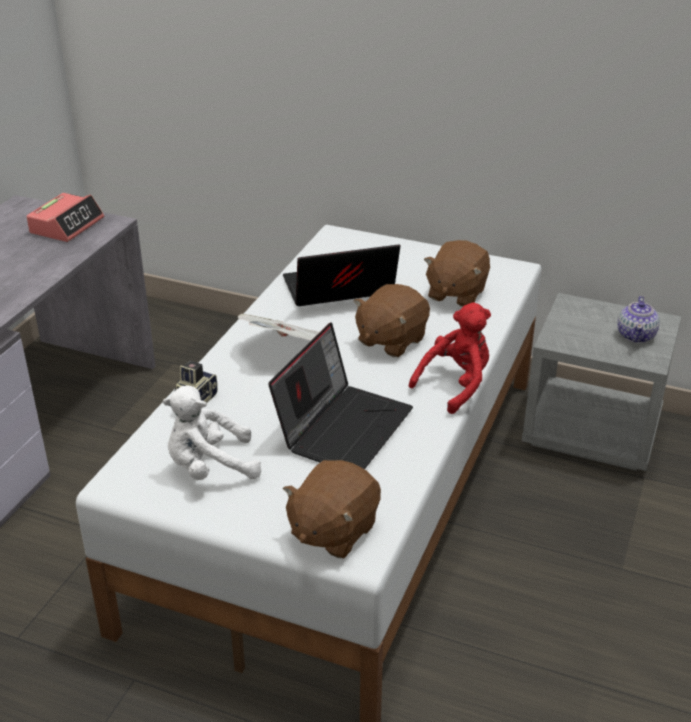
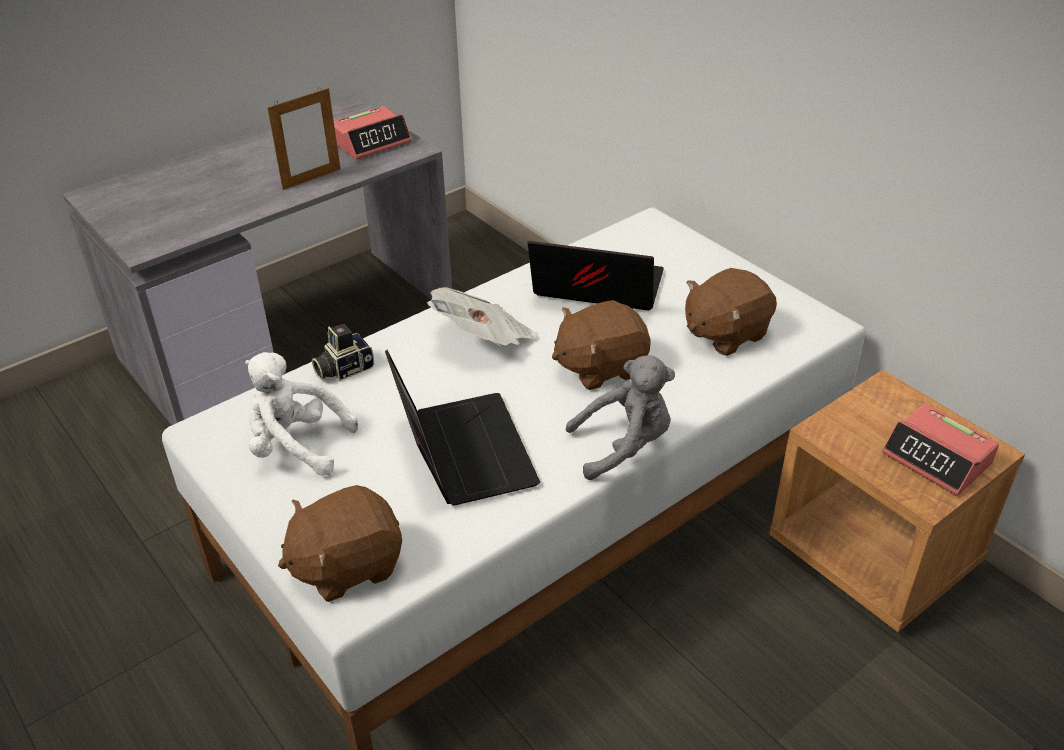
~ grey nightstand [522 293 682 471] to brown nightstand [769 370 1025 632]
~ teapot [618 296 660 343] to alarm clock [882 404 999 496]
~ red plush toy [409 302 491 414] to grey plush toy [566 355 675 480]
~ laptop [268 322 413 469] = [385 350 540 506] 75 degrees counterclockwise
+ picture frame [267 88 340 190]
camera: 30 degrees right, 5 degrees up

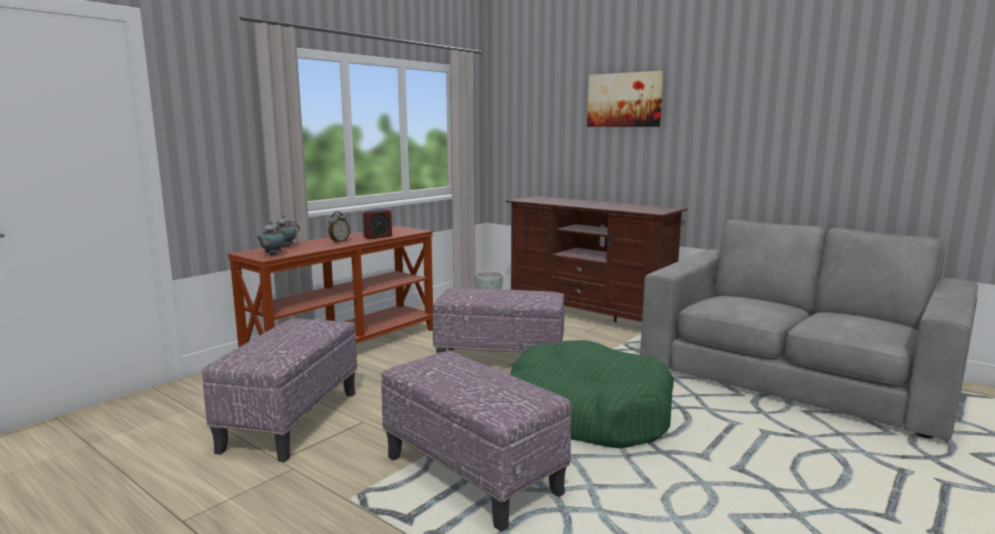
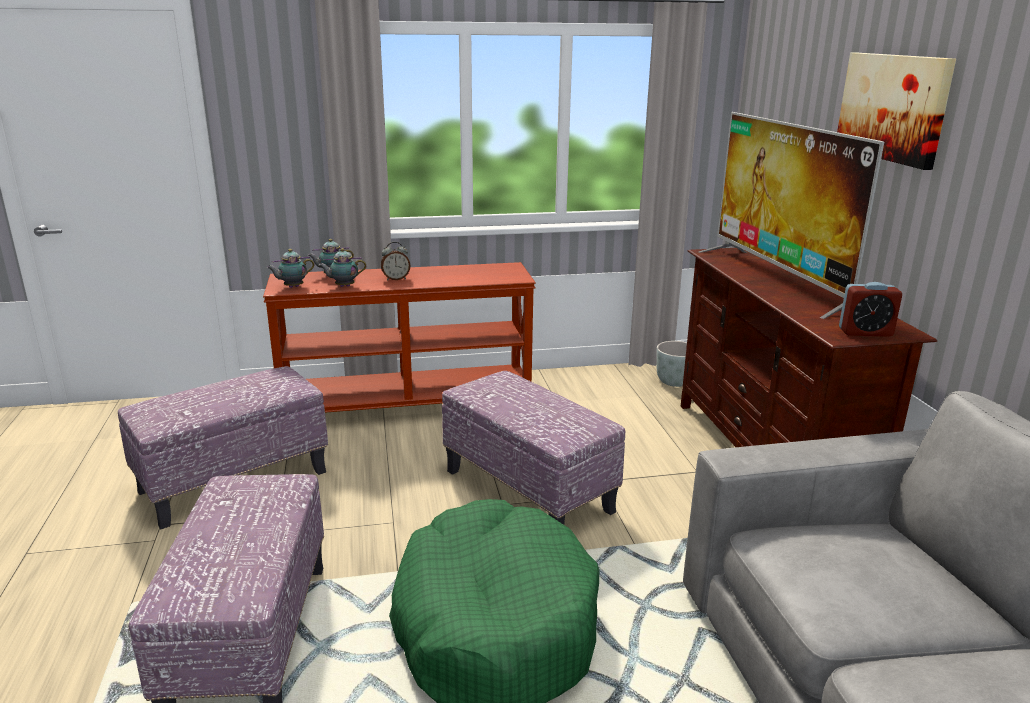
~ alarm clock [362 207 392 239] to [839 282 902 337]
+ television [699 112 884 319]
+ teapot [319 248 366 287]
camera: 40 degrees right, 10 degrees up

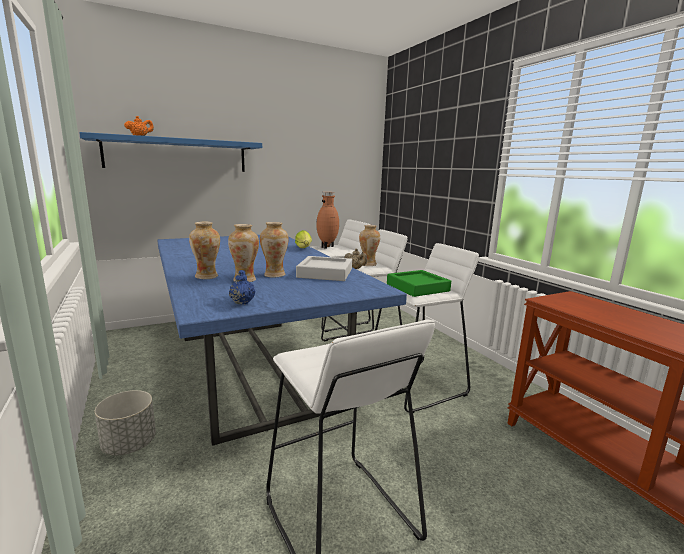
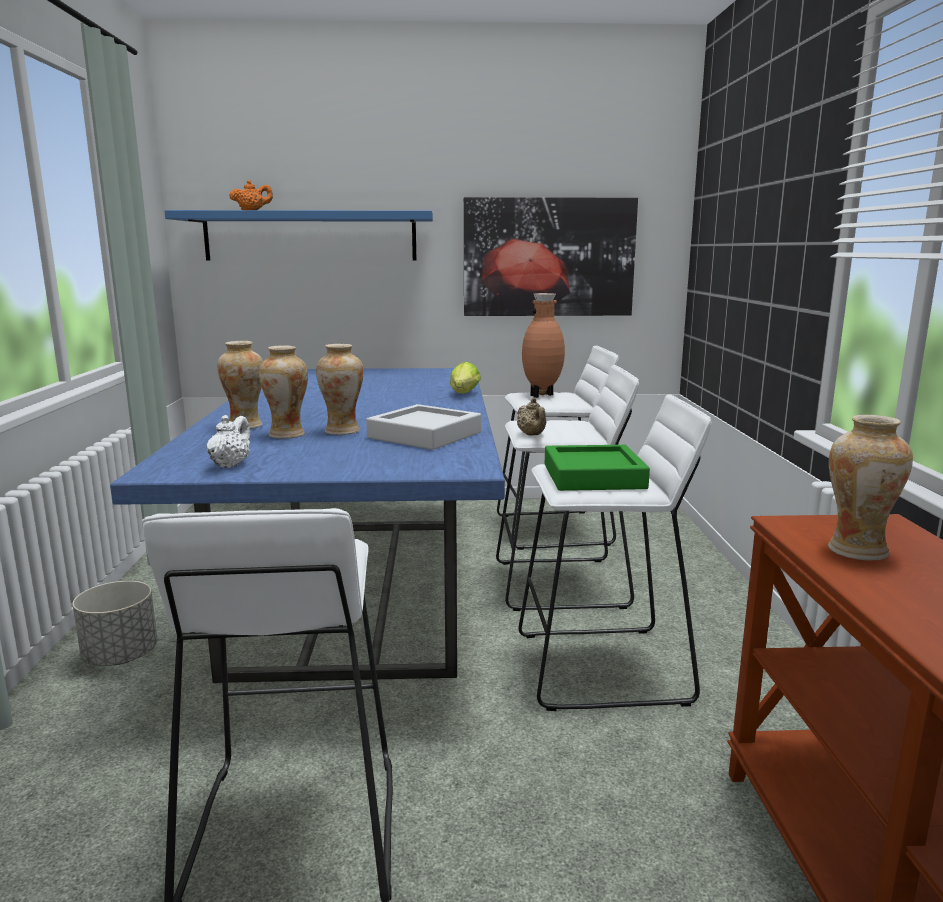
~ vase [359 225 380 266] to [828 415 913 561]
~ blue teapot [229 270 255 305] to white teapot [207 415 250 468]
+ picture [464 197 638 316]
camera: 25 degrees right, 0 degrees up

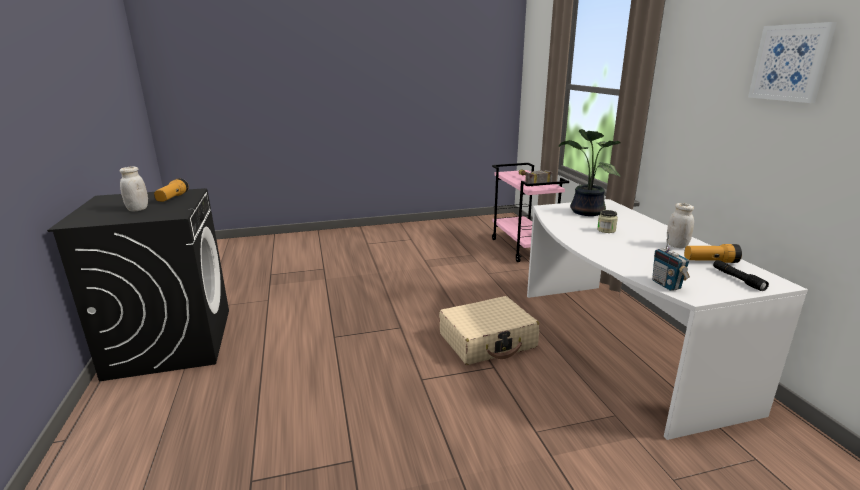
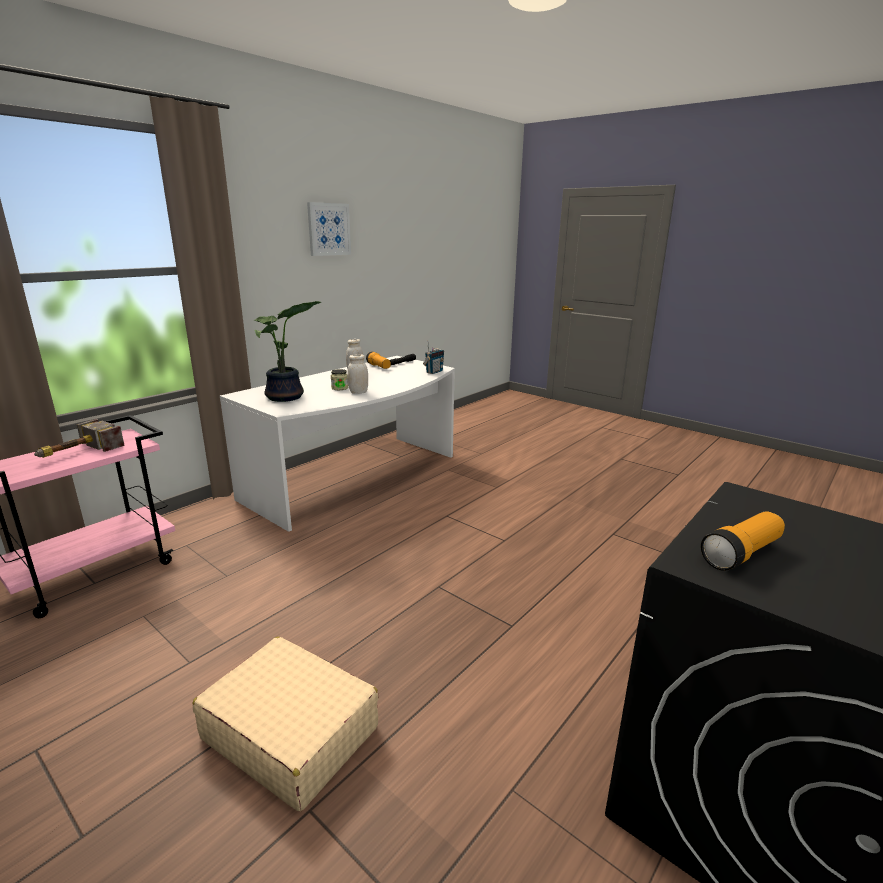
~ white jar [120 166 148 211] to [347 354 368 394]
~ beige suitcase [439 296 539 365] to [192 636 379 811]
camera: 125 degrees left, 0 degrees up

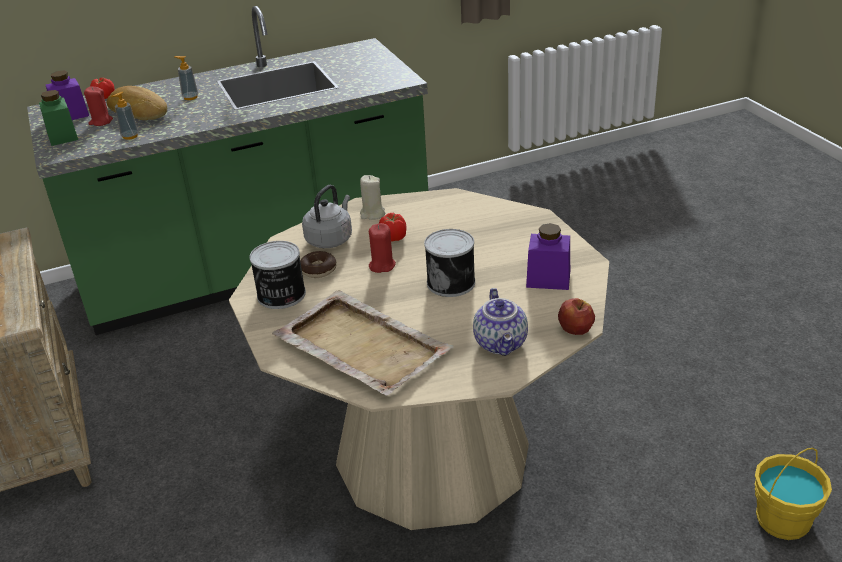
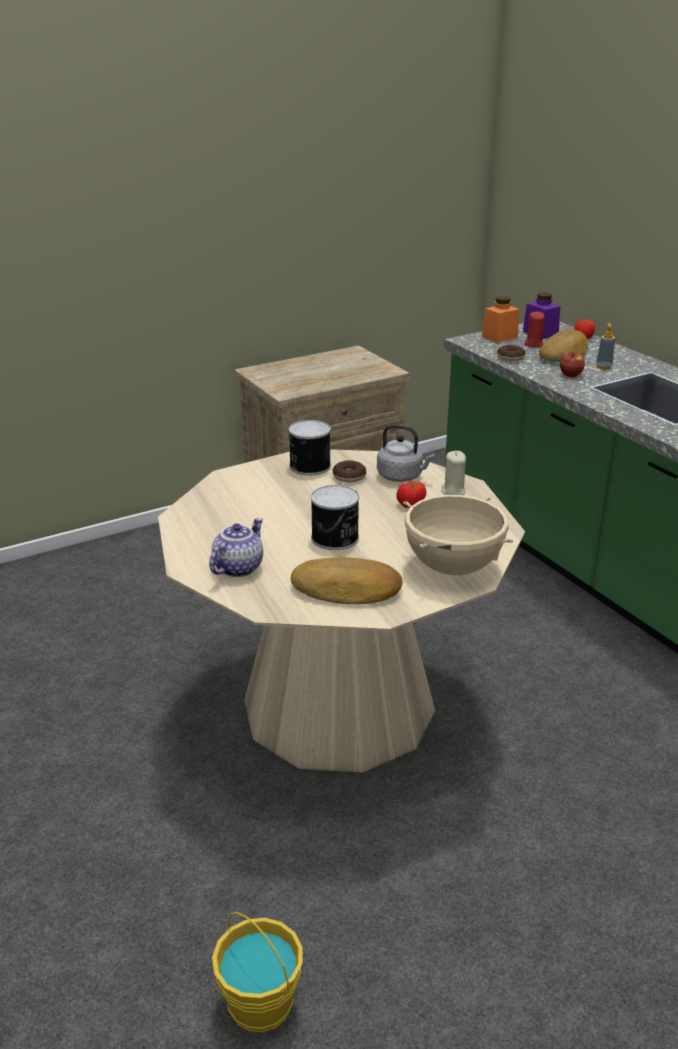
~ green jar [39 90 78 146] to orange jar [482 296 519 343]
~ soap dispenser [111 92 139 140] to donut [497 345 525 361]
- red candle [369 223 396 273]
~ purple jar [526 223 570 290] to bread [291 557 402 604]
~ teapot [473 288 528 356] = [209 518 263 577] 135 degrees clockwise
- beige tray [272 290 454 395]
~ apple [558 298 595 335] to [560 352 585 377]
+ beige cooking pot [403 495 514 575]
camera: 80 degrees right, 5 degrees down

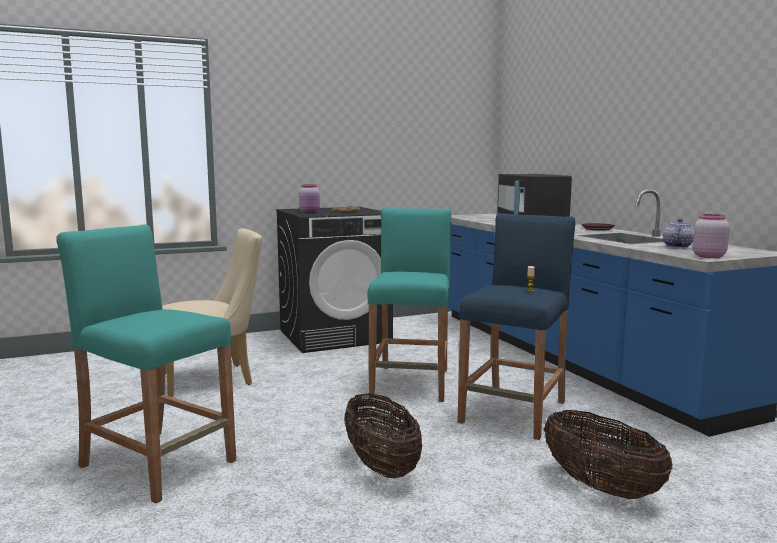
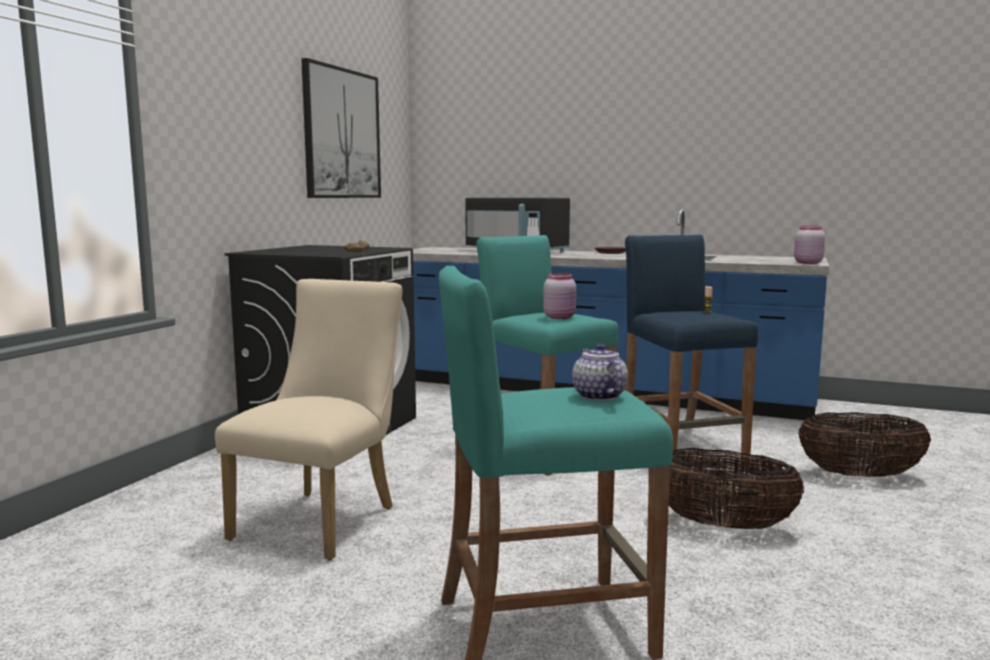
~ pink jar [299 184 320 213] to [543 273 576 319]
~ teapot [663 219 694 248] to [572 343 628 401]
+ picture [301 58 381 198]
camera: 45 degrees left, 0 degrees up

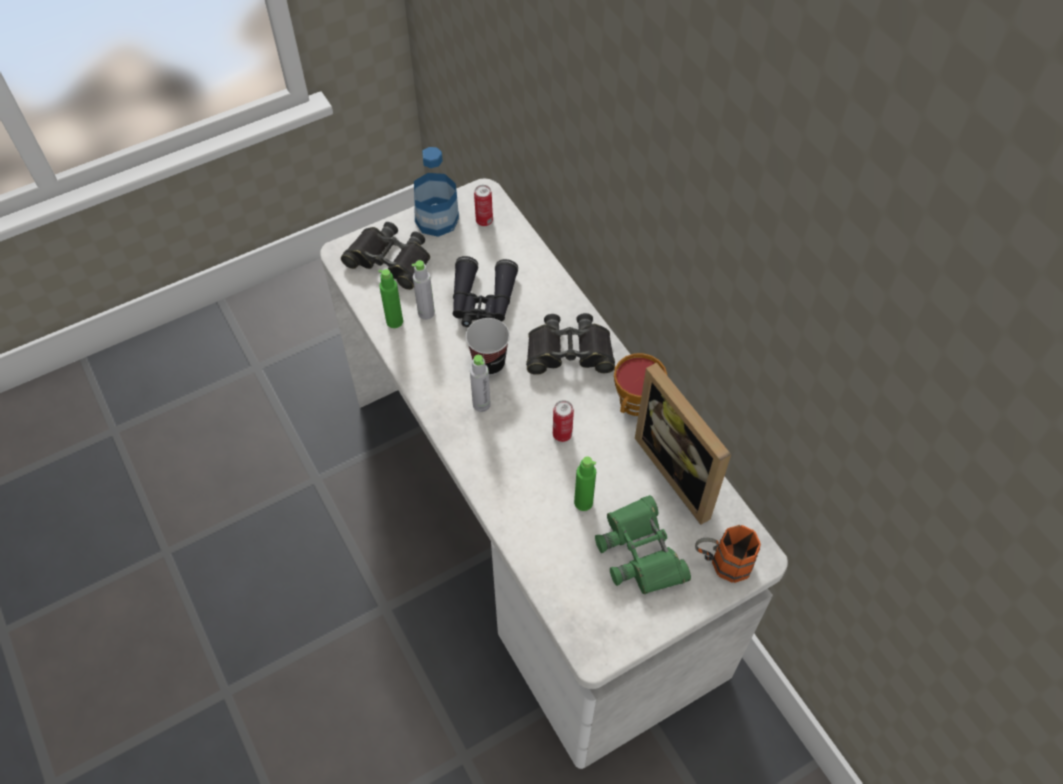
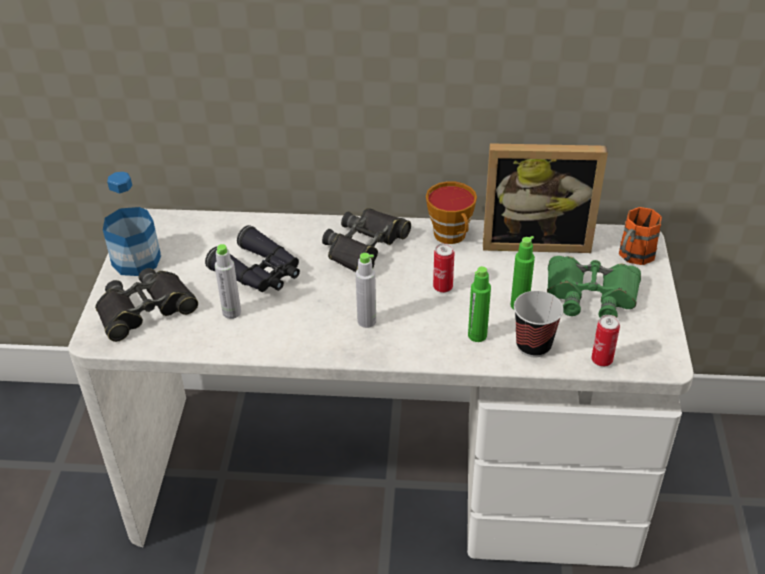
~ can [474 185 493 226] to [591 315 620 367]
~ green bottle [378 269 403 328] to [468 266 491 342]
~ cup [466 318 510 375] to [514 291 564 357]
camera: 55 degrees left, 15 degrees down

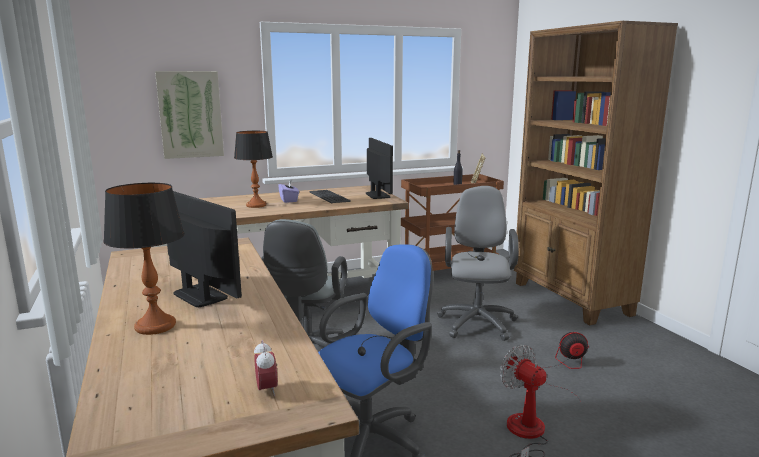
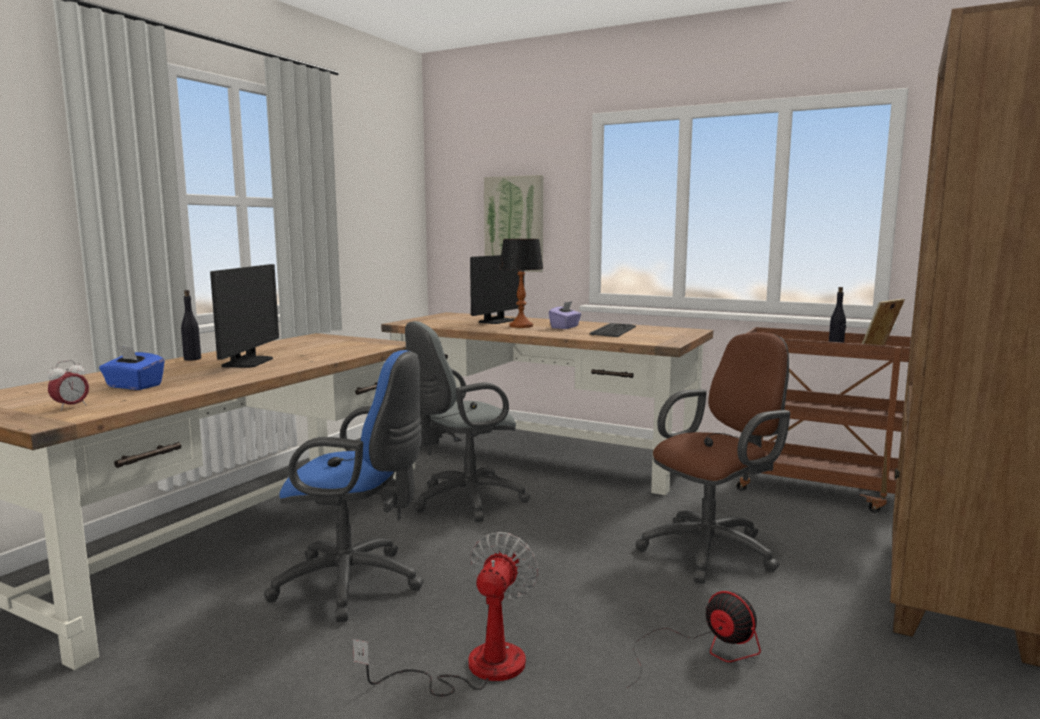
~ monitor [366 138 393 199] to [470 255 524 324]
- table lamp [103 183 185 335]
~ grey office chair [437 186 519 341] to brown office chair [635 332 790 584]
+ black bottle [181 290 201 361]
+ blue tissue box [99 346 165 390]
camera: 50 degrees right, 5 degrees down

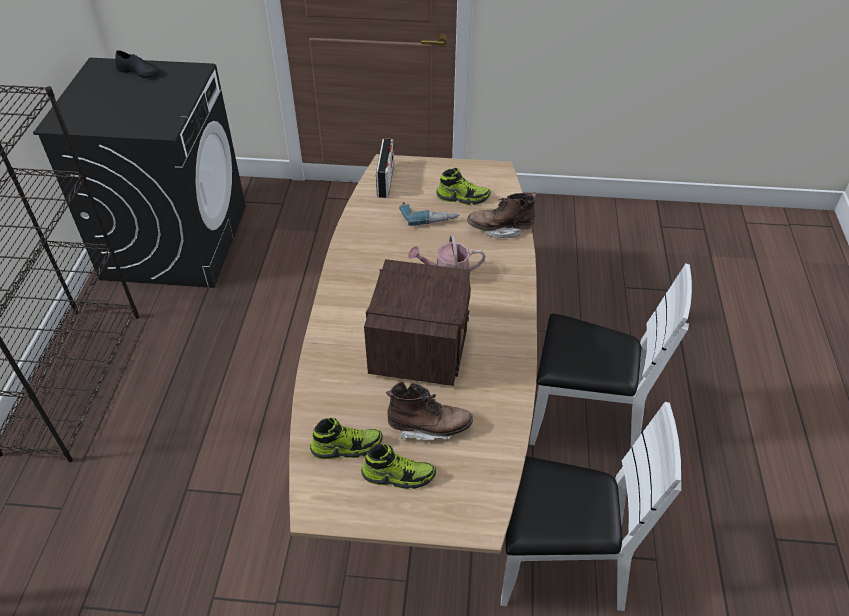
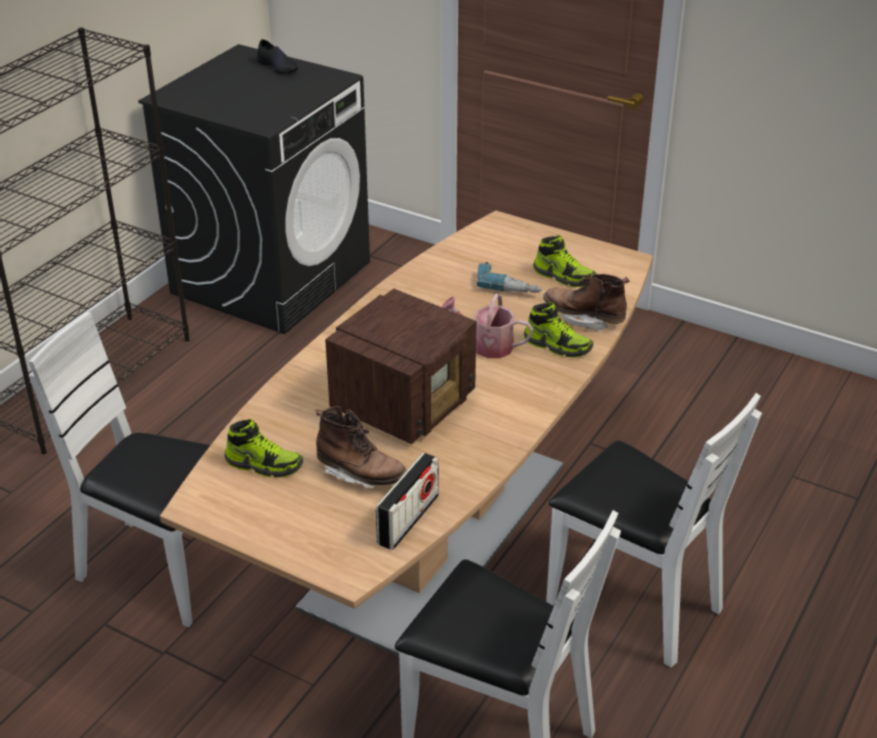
~ radio [376 139 394 198] to [376 453 438 550]
~ shoe [361 444 436 489] to [524 302 594 357]
+ white chair [29 312 210 627]
camera: 25 degrees right, 10 degrees down

